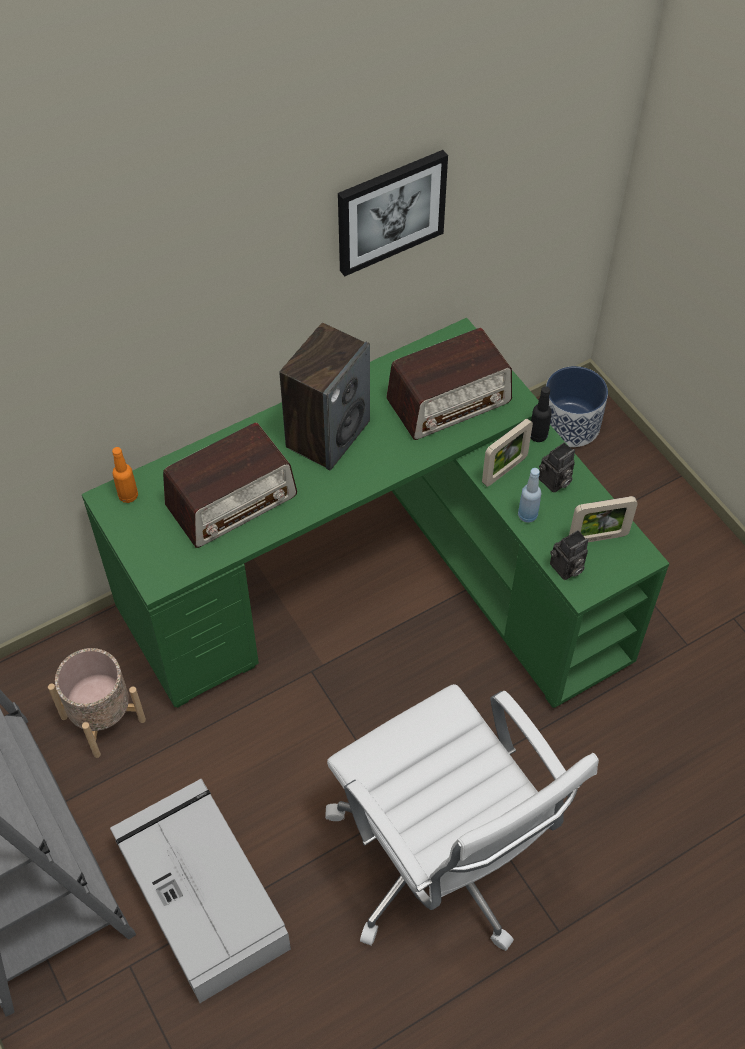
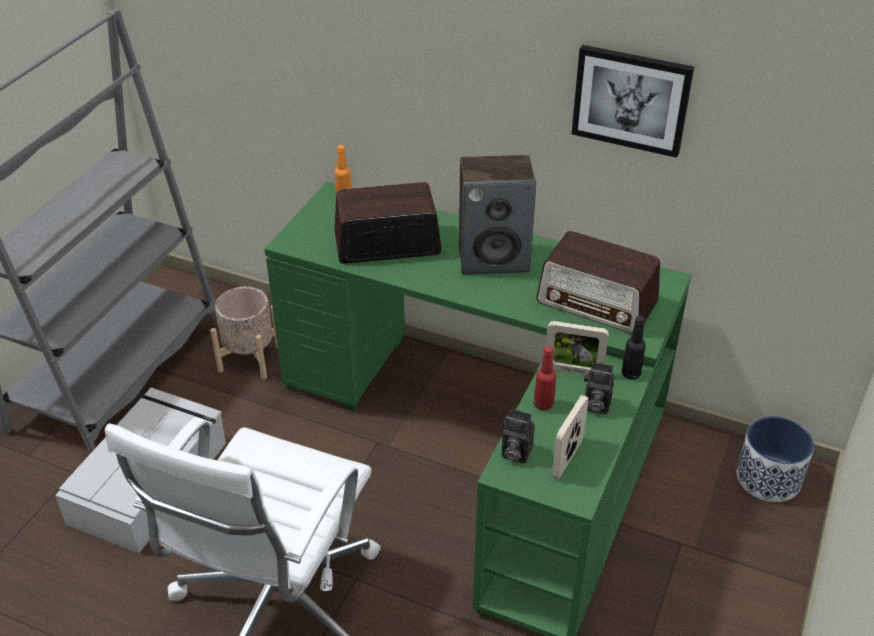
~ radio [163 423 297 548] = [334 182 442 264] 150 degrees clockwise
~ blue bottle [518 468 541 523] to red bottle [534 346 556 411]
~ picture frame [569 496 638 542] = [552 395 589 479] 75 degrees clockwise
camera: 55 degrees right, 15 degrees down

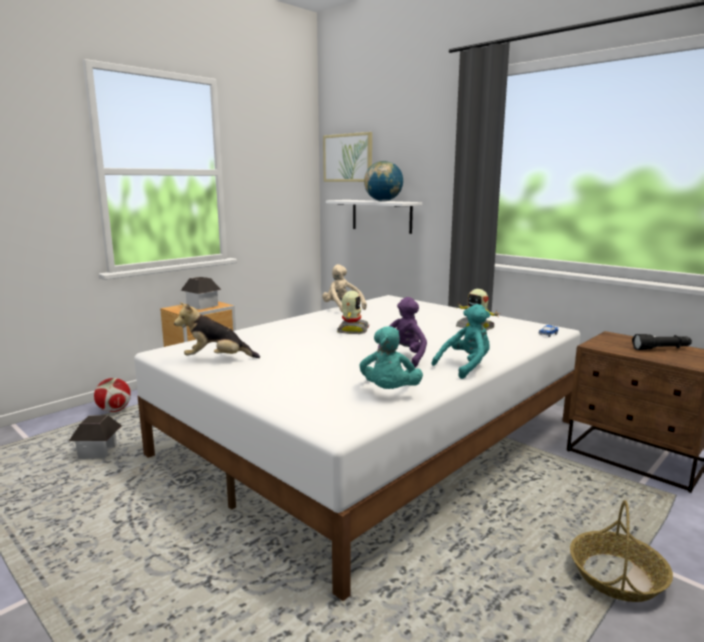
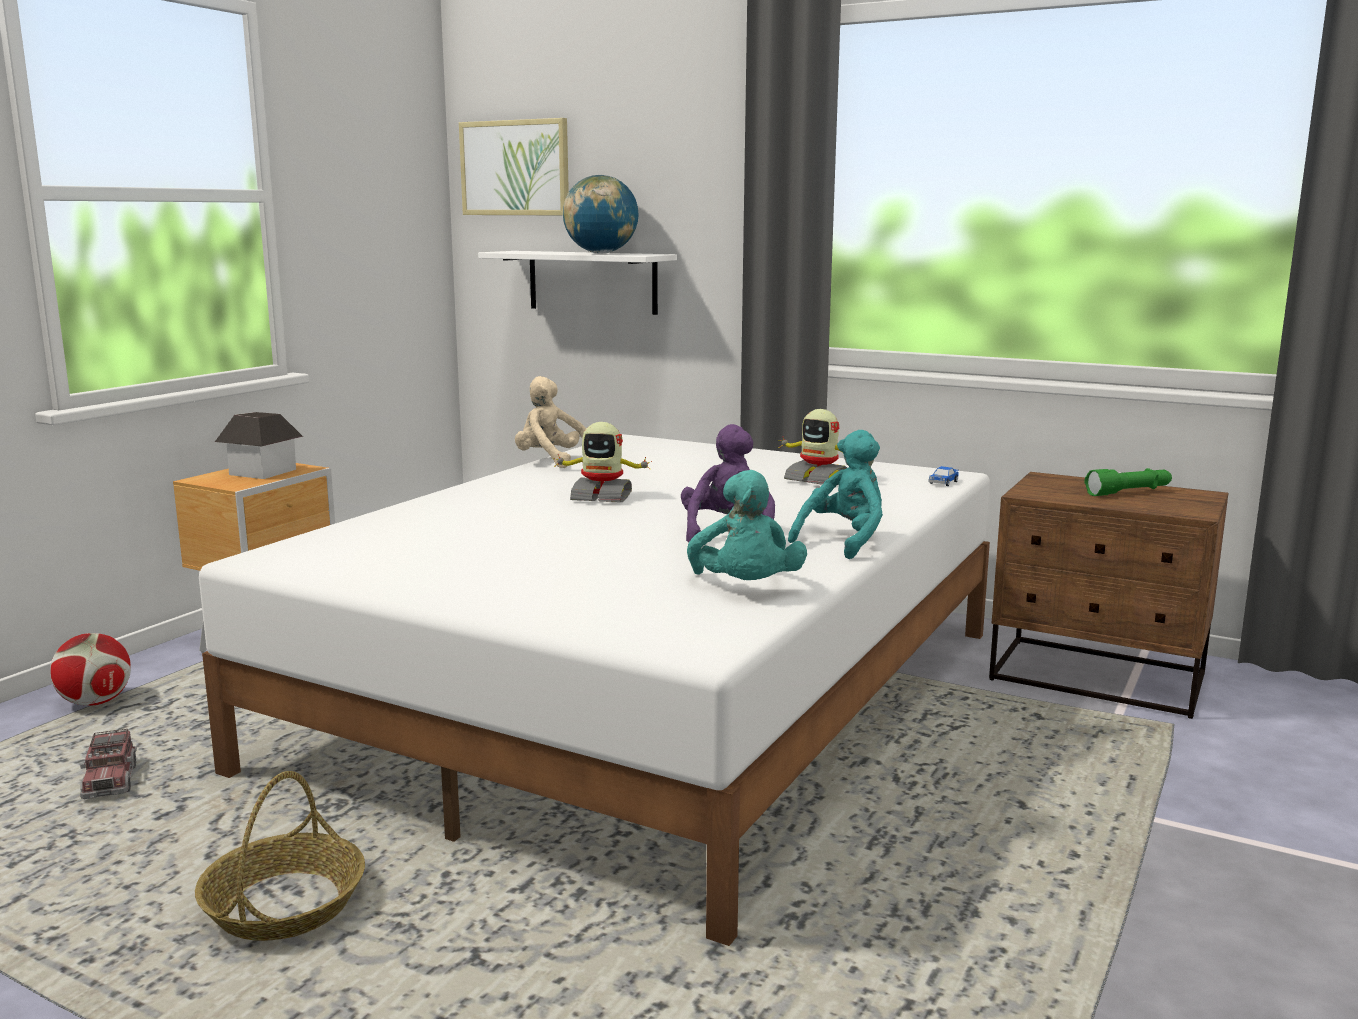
~ toy robot [337 291 369 334] = [554 422 652 502] 105 degrees clockwise
- plush toy [174 302 260 358]
~ black flashlight [632 334 692 350] to green flashlight [1085 468 1172 496]
~ toy house [69 415 122 459] to toy truck [80 729 137 799]
~ basket [570 500 673 602] to [195 771 365 941]
camera: 15 degrees left, 0 degrees up

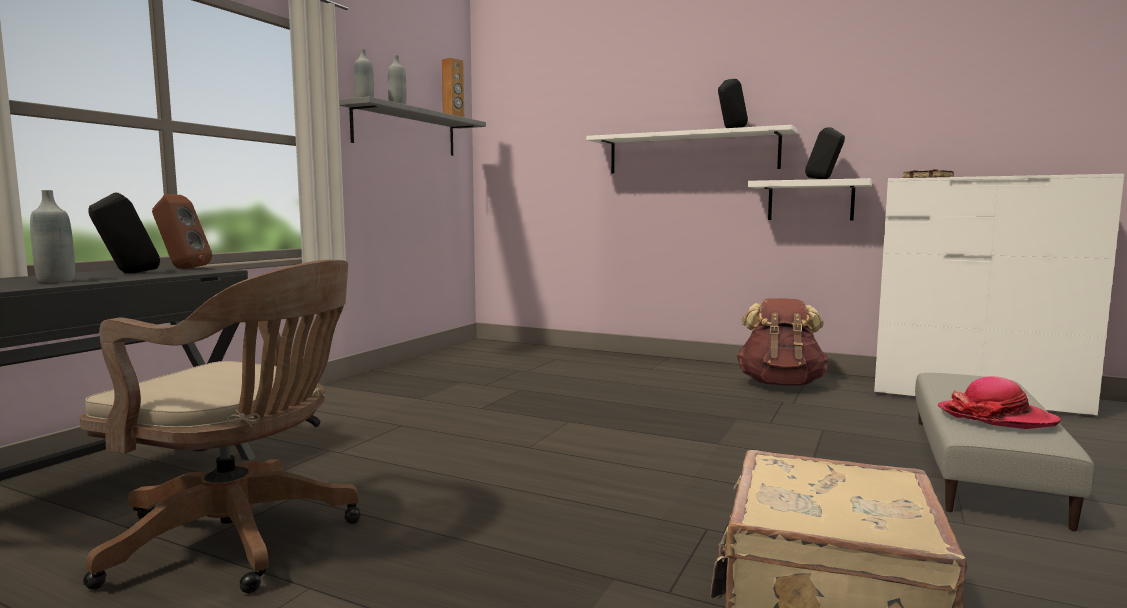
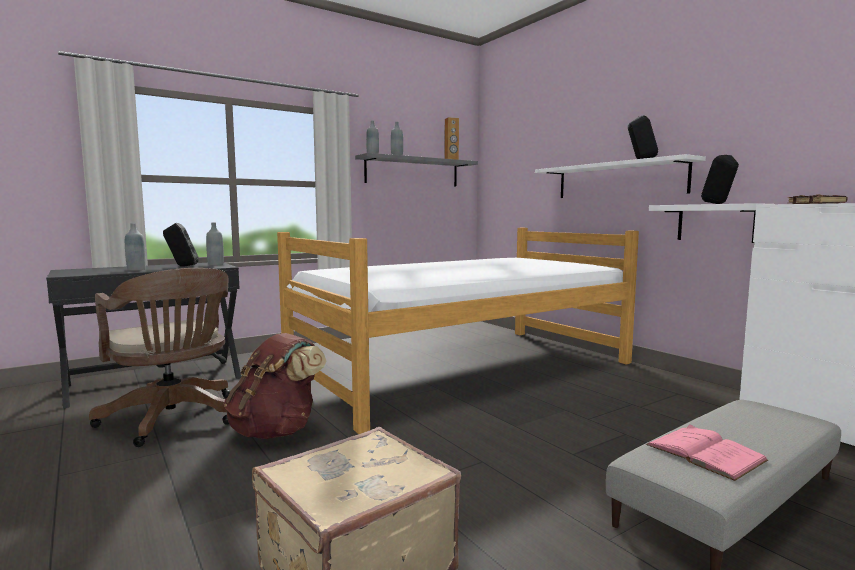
~ brown speaker [152 194 212 269] to grey bottle [206 223 224 265]
~ brown backpack [737 298 829 386] to [224 333 327 439]
~ hat [938 376 1061 429] to pink book [646 425 768 481]
+ bed [277 228 639 434]
camera: 30 degrees right, 0 degrees up

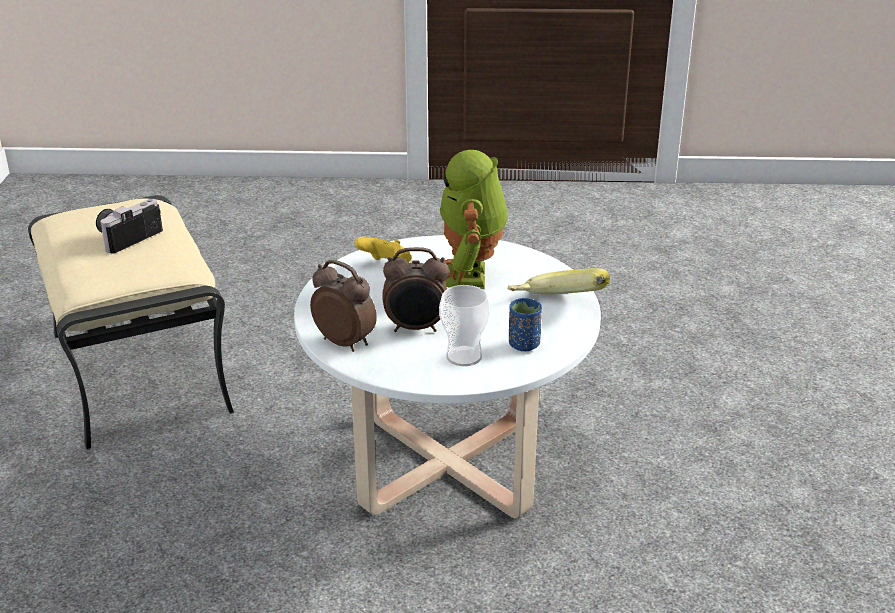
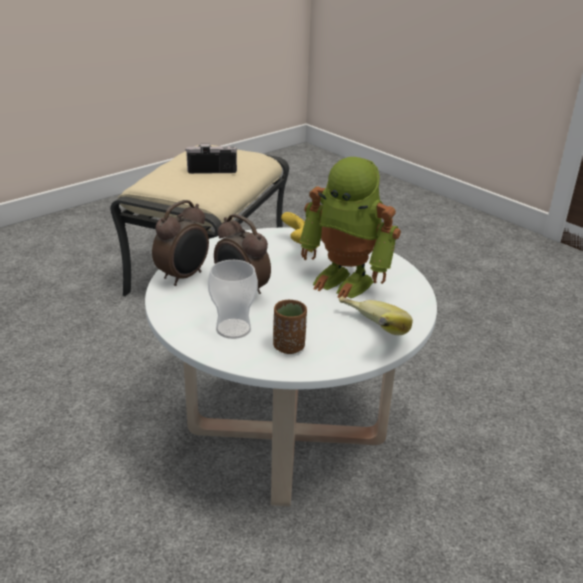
~ toy robot [440 150 508 289] = [300 157 401 298] 105 degrees counterclockwise
~ alarm clock [310 260 377 352] = [152 200 209 286] 45 degrees clockwise
~ blue cup [509 298 542 351] to brown cup [273 300 307 354]
camera: 45 degrees right, 0 degrees up

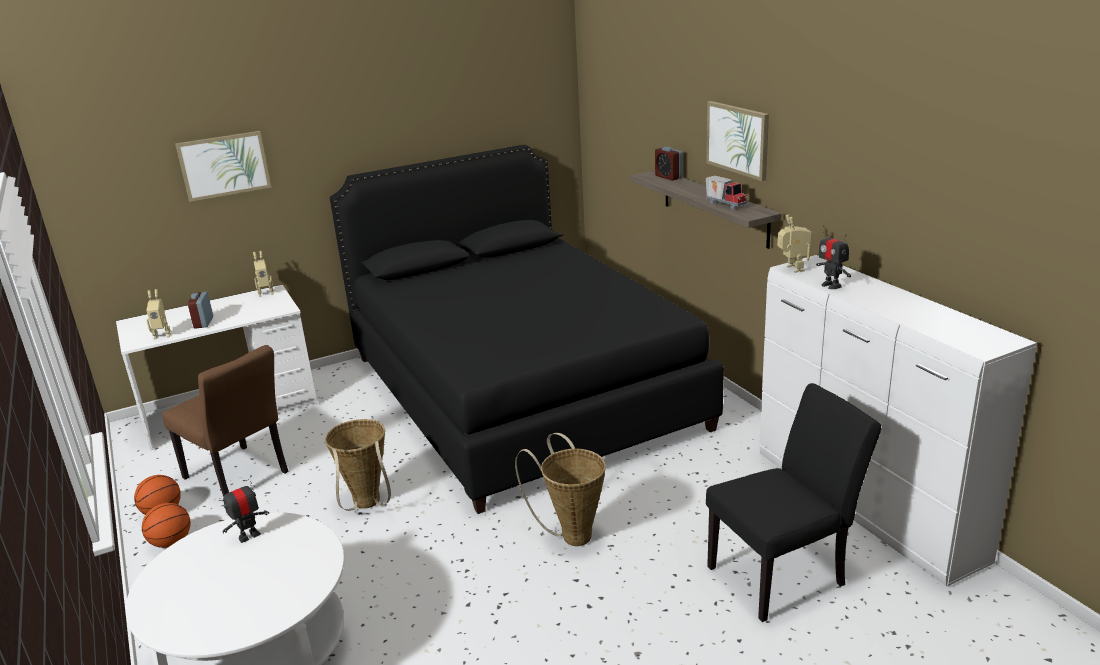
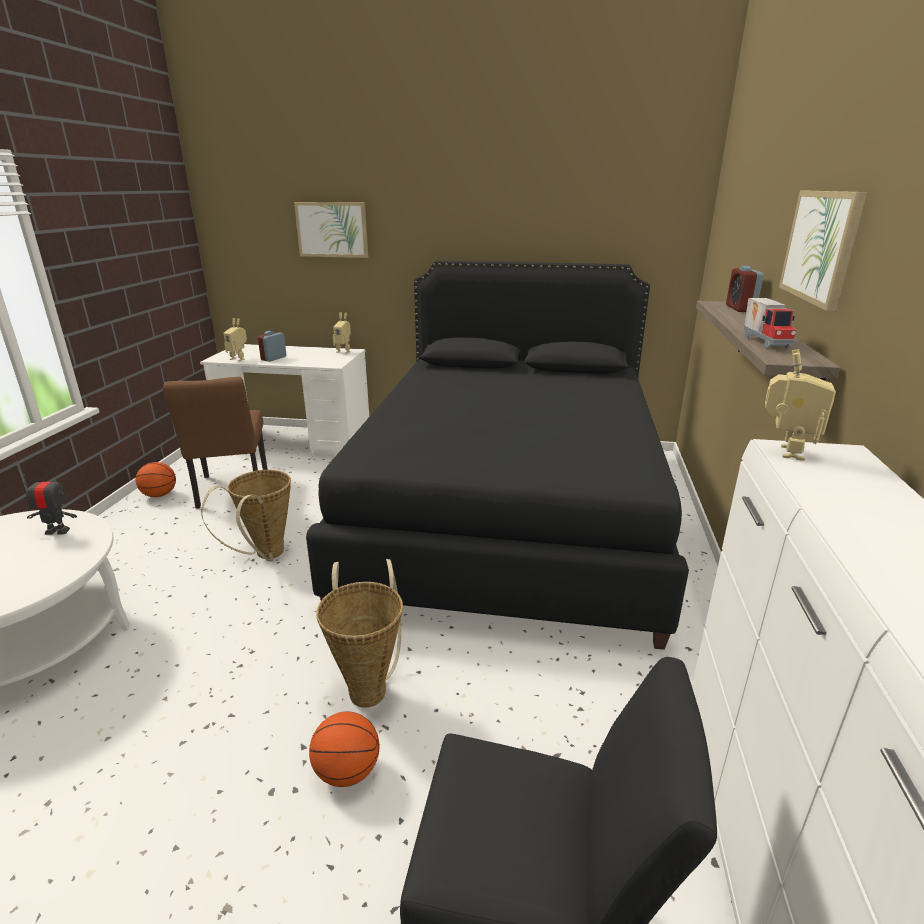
- toy robot [816 226 851 289]
~ basketball [142 503 191 548] to [309 712 379 787]
camera: 35 degrees right, 0 degrees up

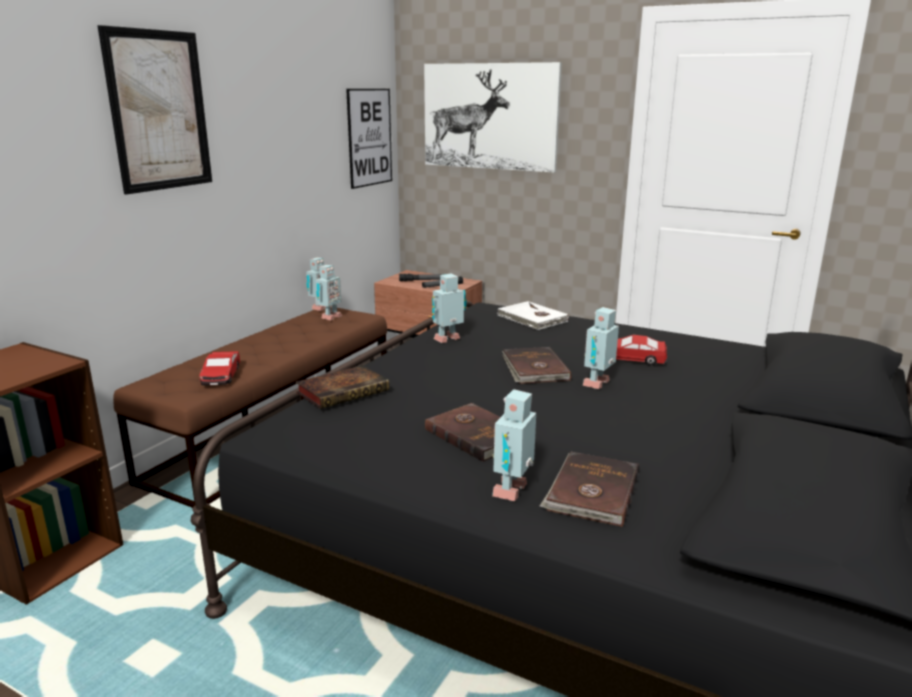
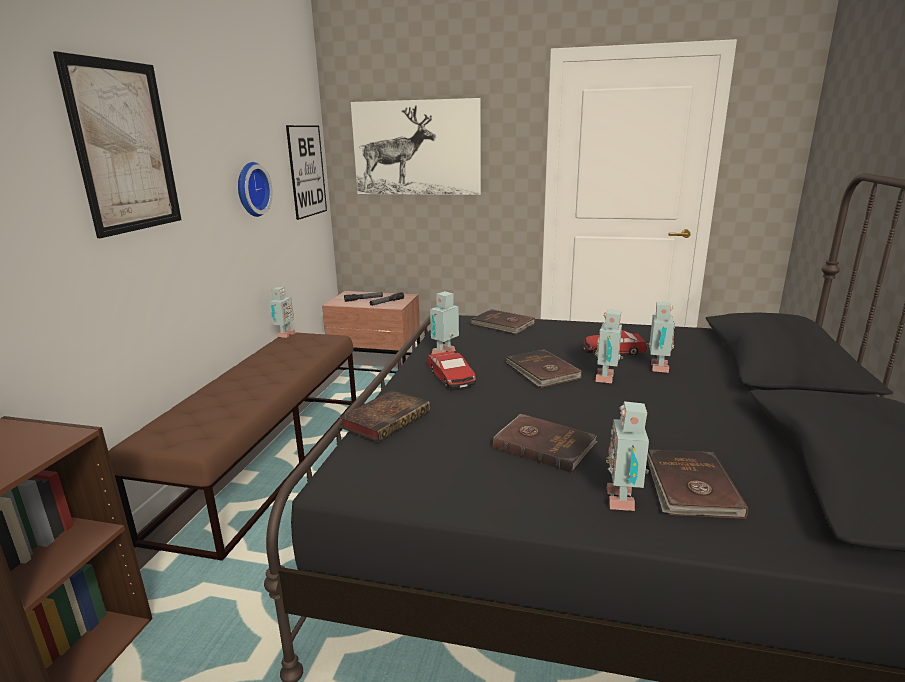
~ toy robot [316 265 342 320] to [646 302 675 373]
~ white book [497 301 569 330] to brown book [471 309 535 334]
~ toy car [199 351 240 385] to [428 351 476 389]
+ wall clock [238 162 273 217]
camera: 15 degrees left, 0 degrees up

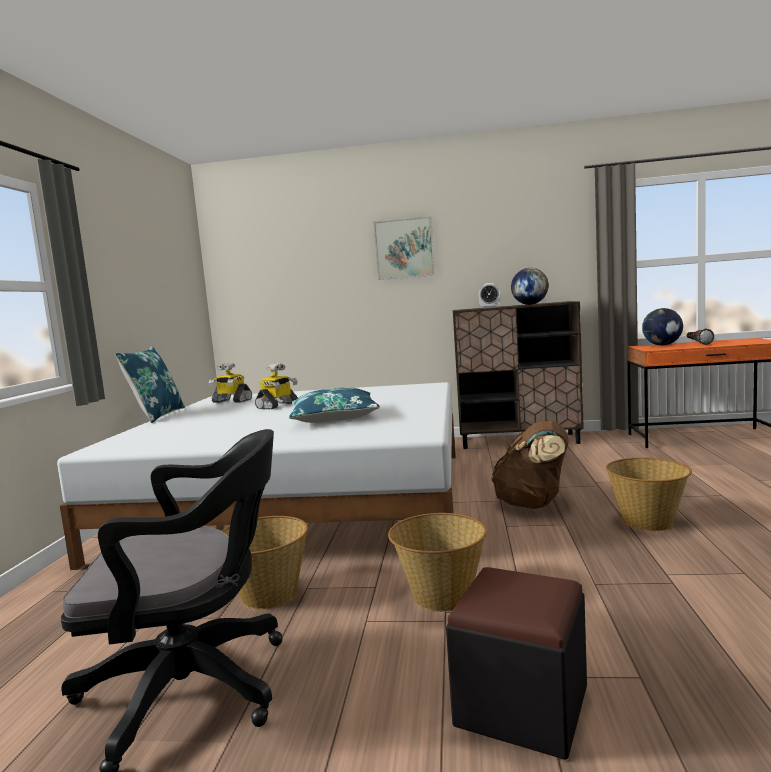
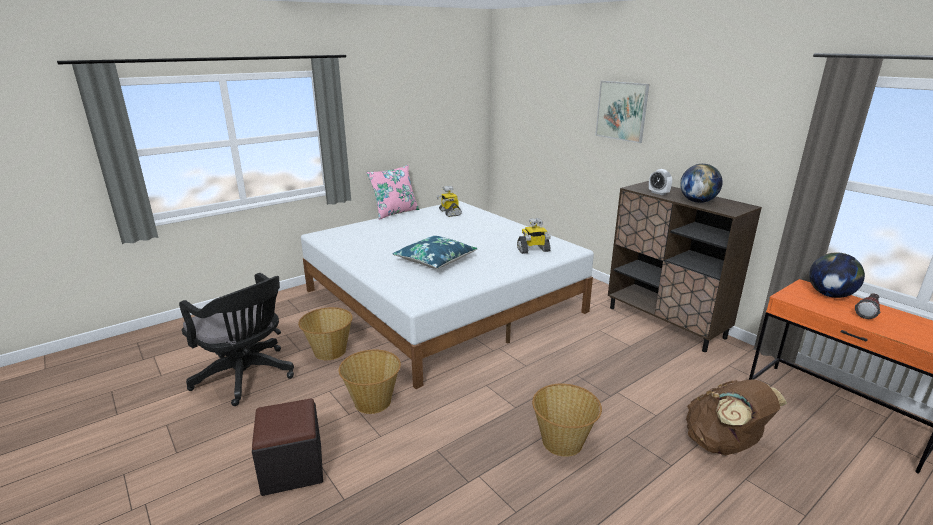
~ blue pillow [115 347 185 423] to pink pillow [366 165 420 220]
~ toy robot [255 363 298 409] to [517 218 551 254]
~ brown backpack [491 421 569 509] to [686 380 787 455]
camera: 45 degrees right, 15 degrees up

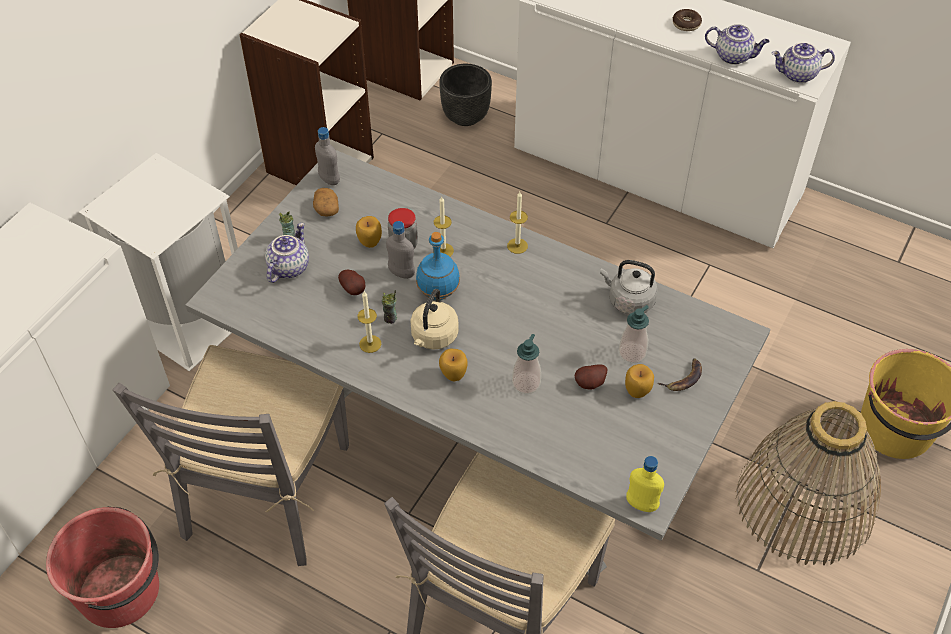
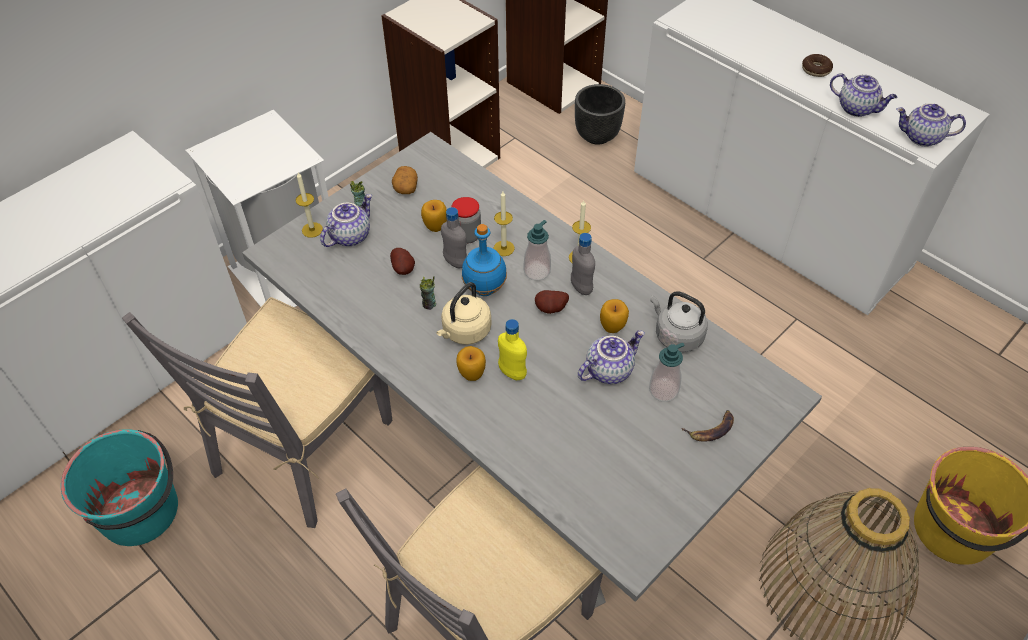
~ grey bottle [315 127 340 185] to [571 233 595 295]
~ candle [357 291 381 353] to [296 172 323 238]
~ soap dispenser [512 334 541 394] to [523 220 551 280]
~ potato [575 364 607 389] to [535 290 569 314]
~ apple [625 364 654 398] to [600 299 629 333]
~ yellow bottle [626 456 664 512] to [498 319 527 380]
~ red bucket [46 507 159 628] to turquoise bucket [61 429 178 546]
+ teapot [578 330 645 384]
camera: 15 degrees right, 0 degrees up

